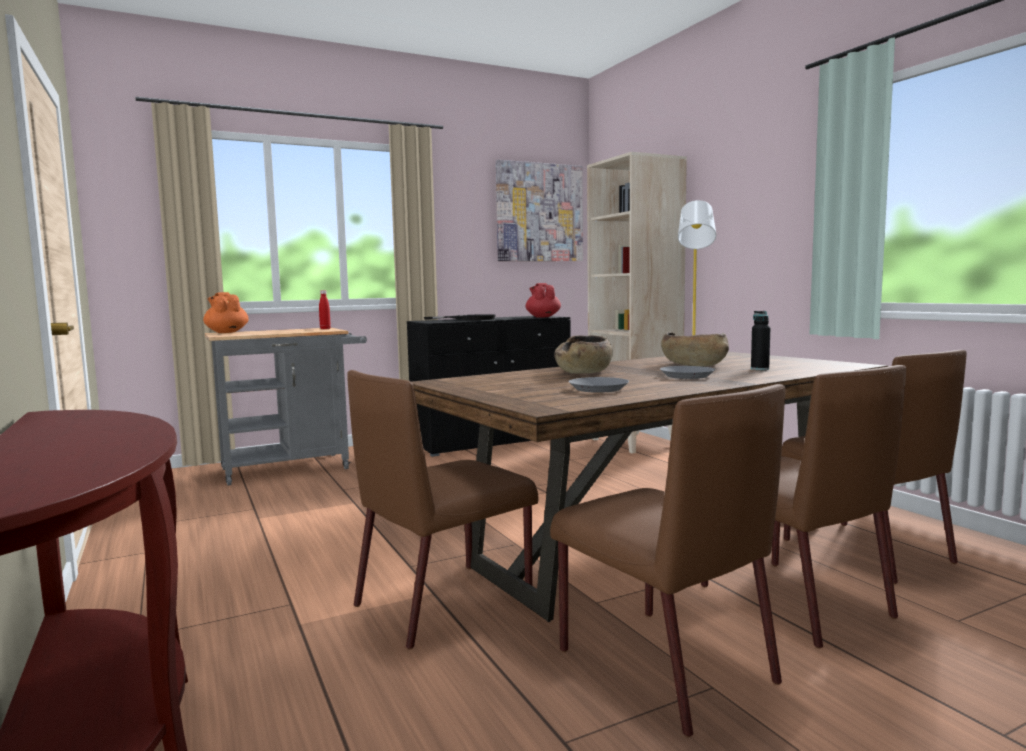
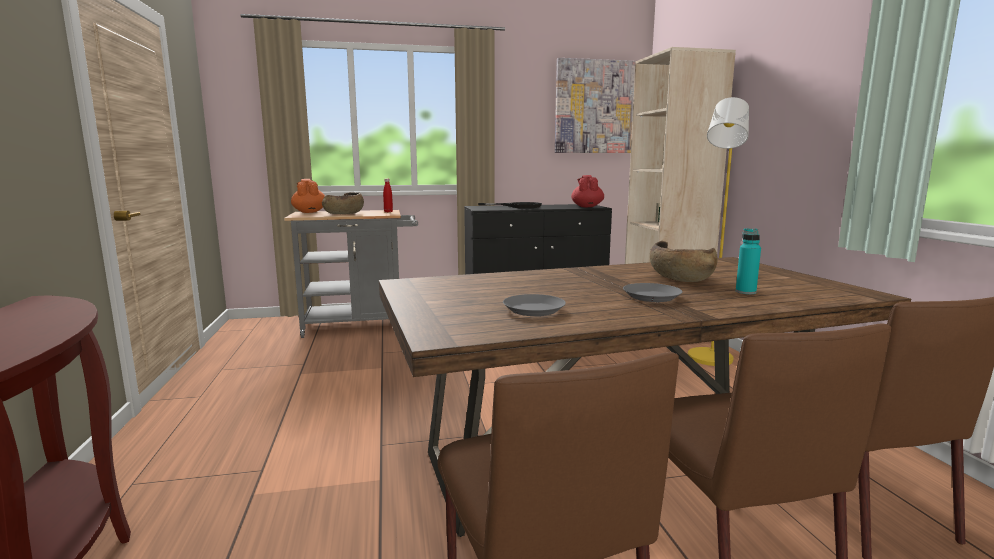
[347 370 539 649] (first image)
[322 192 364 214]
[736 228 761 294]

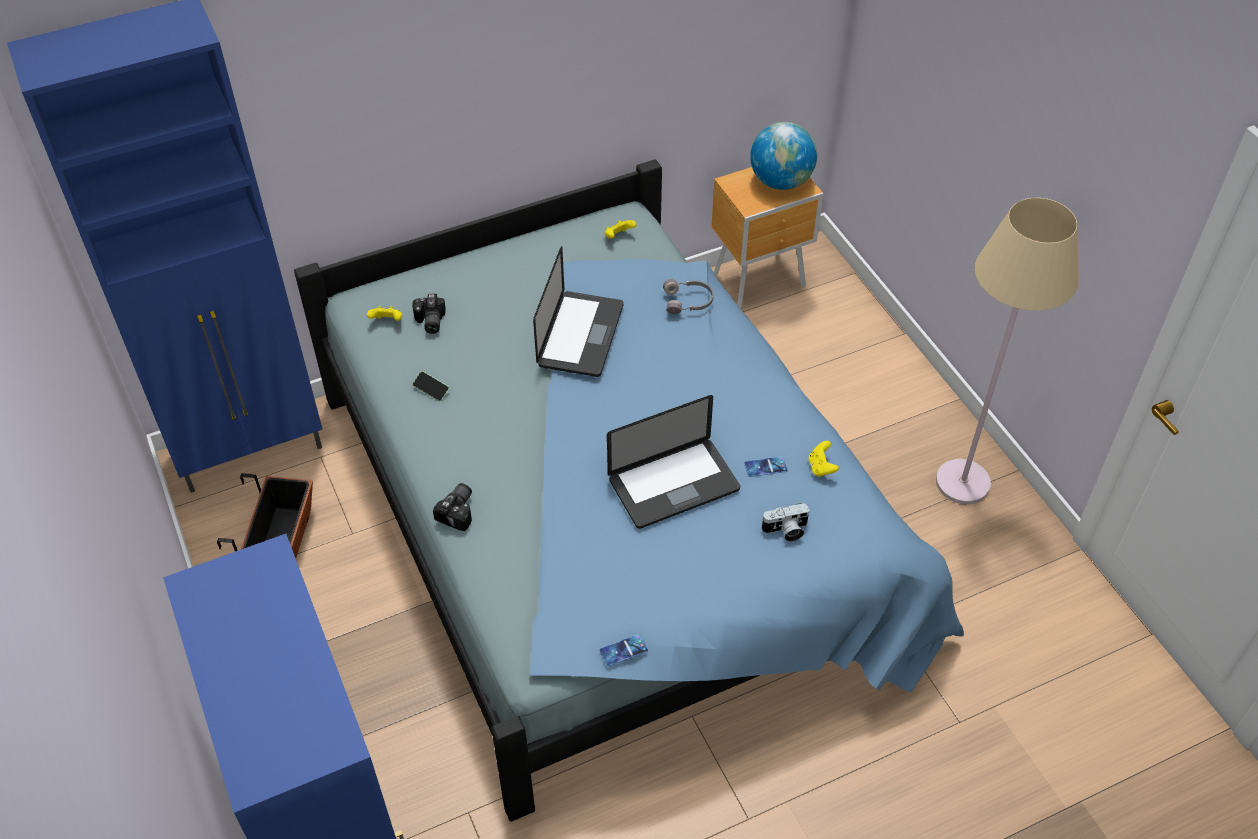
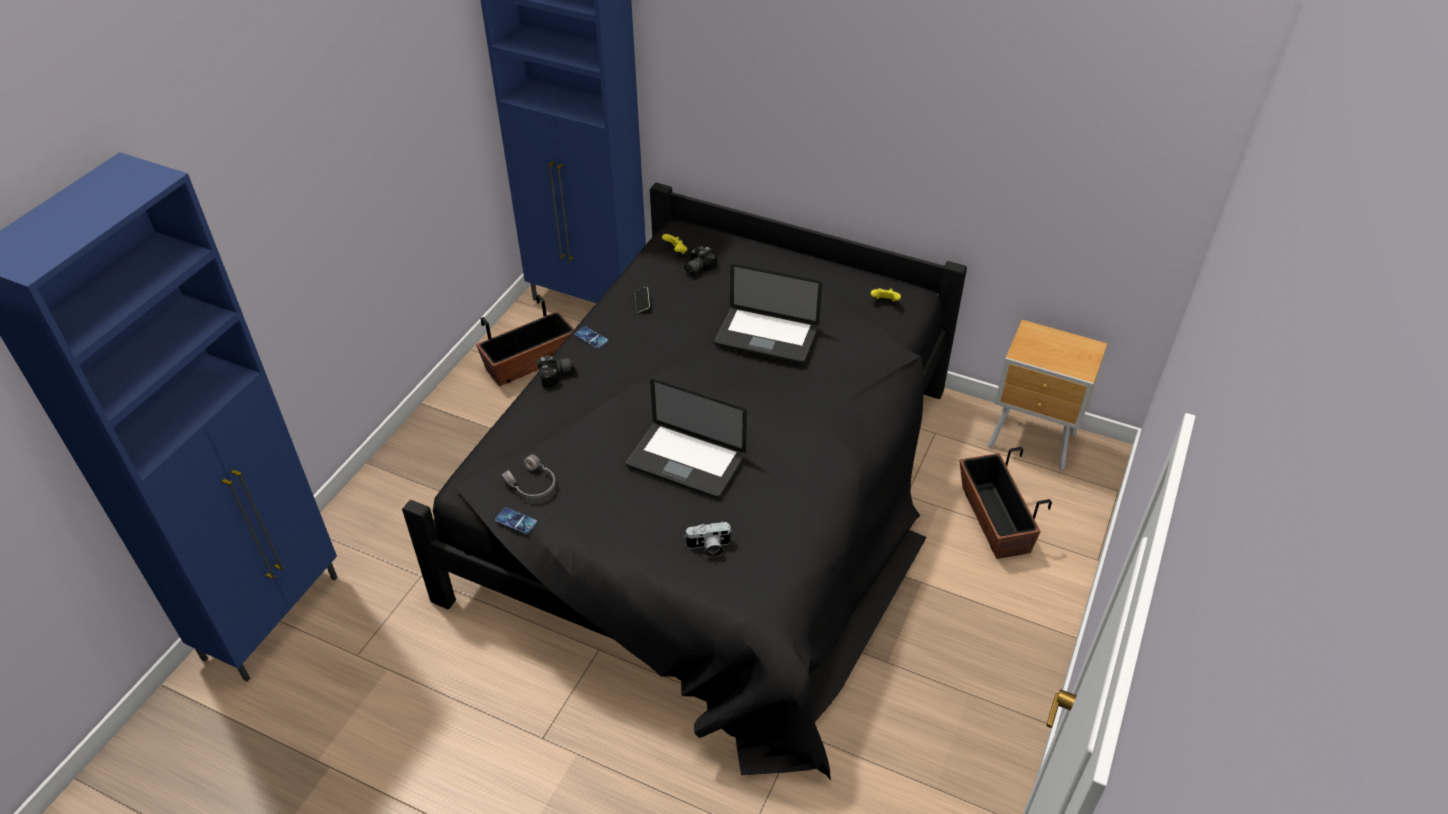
[402 183 967 780]
[714 264 822 364]
[502 454 556 499]
[575 326 608 349]
[750 122 817 190] (first image)
[684 522 732 557]
[809 441 839 477] (first image)
[936 198 1079 504] (first image)
[959 447 1052 559]

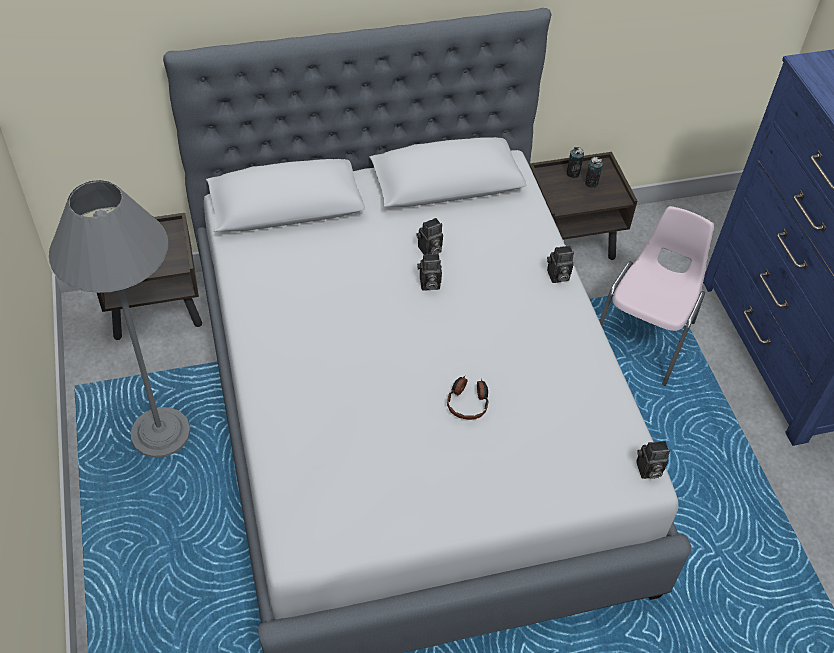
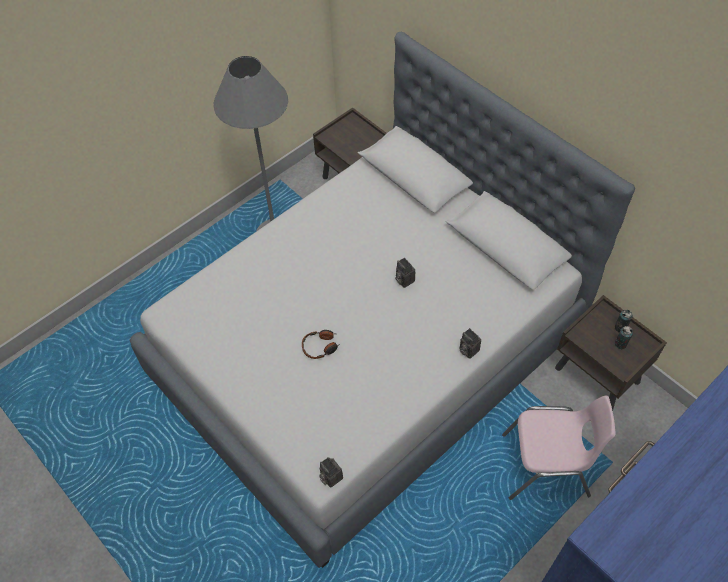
[416 218 443 255] (first image)

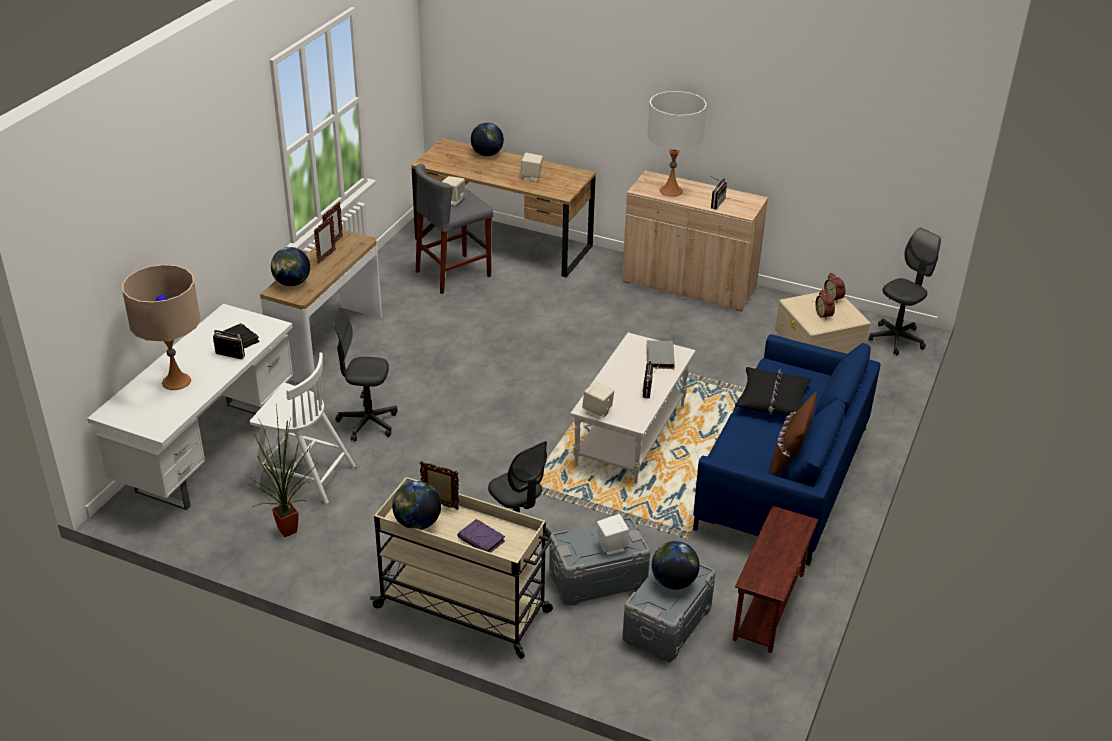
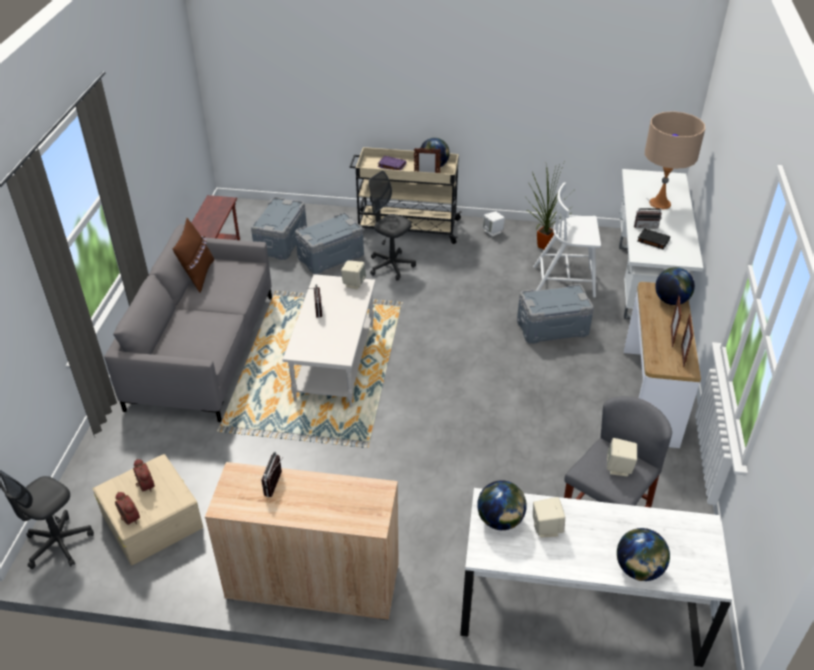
[517 284 594 344]
[460 488 733 667]
[482 211 505 237]
[646 340 675 369] (first image)
[647 91 707 197] (first image)
[477 480 527 530]
[104 224 272 422]
[735 367 812 415] (first image)

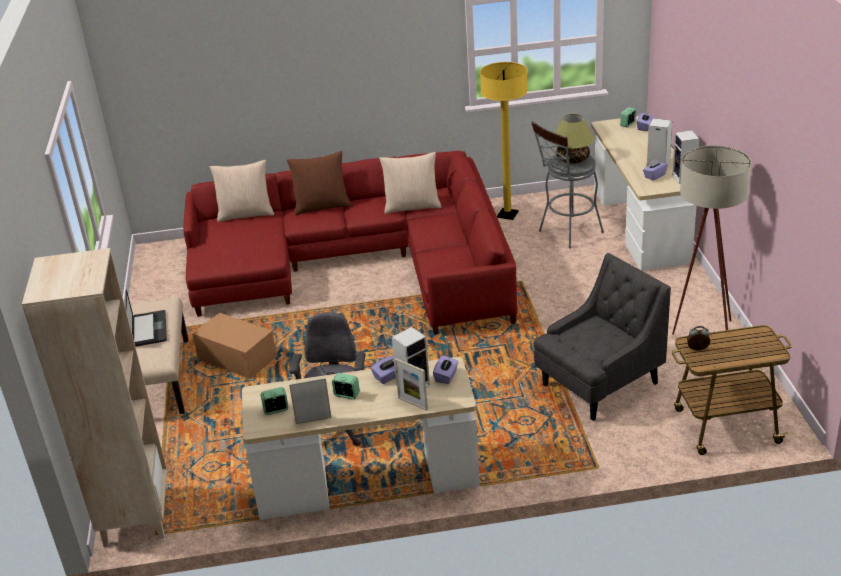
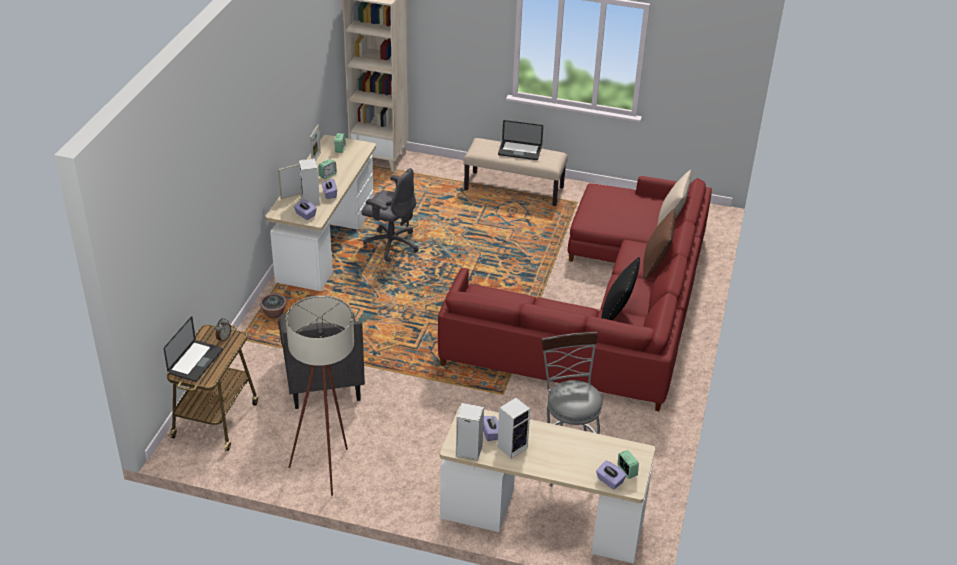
[192 313 277 379] (first image)
[601 257 640 320]
[480 62 528 220] (first image)
[555 114 594 163] (first image)
[164 316 223 382]
[260 293 287 318]

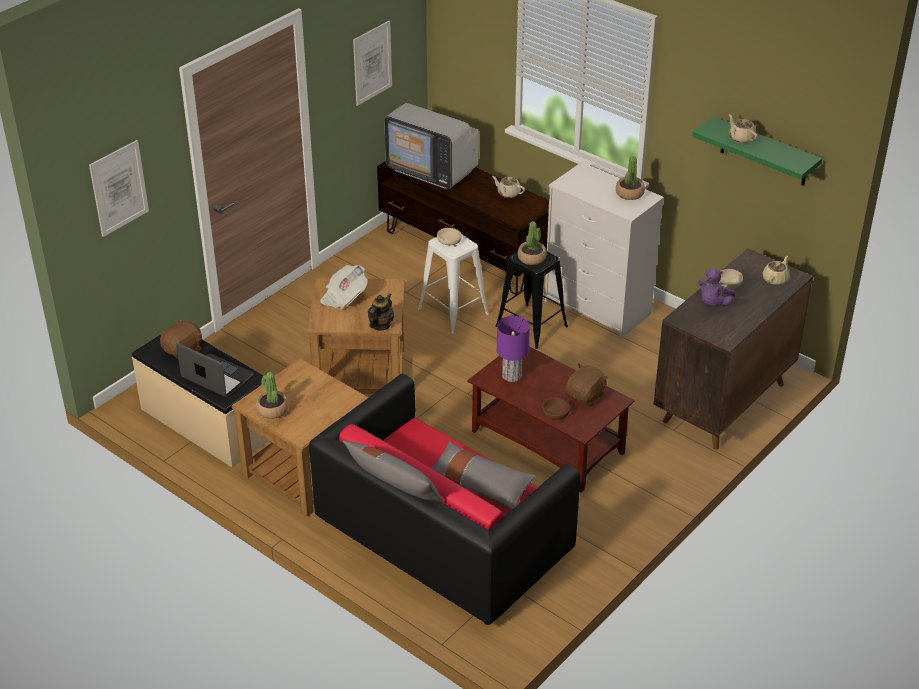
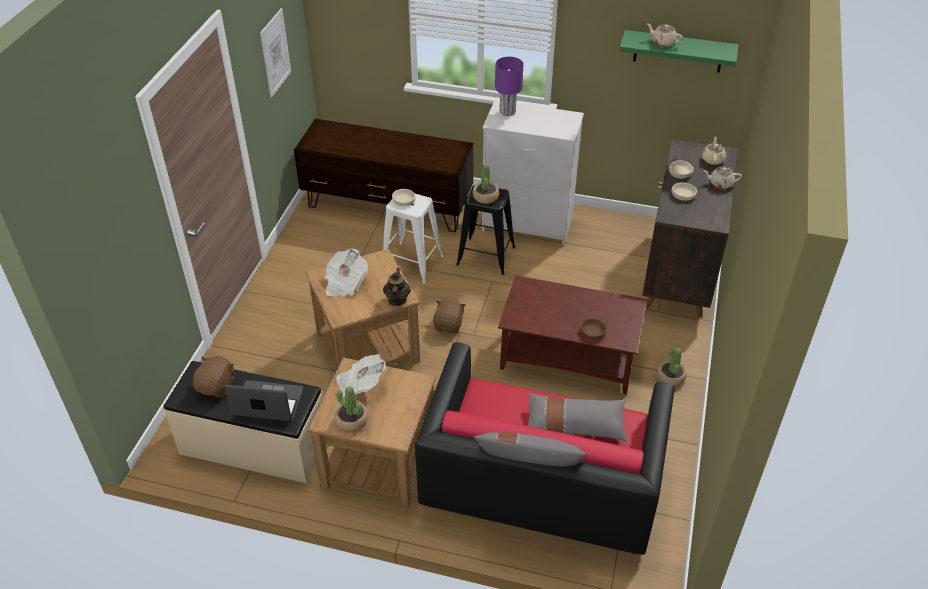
[89 140 149 237] (first image)
[384 103 479 189] (first image)
[703 167 742 189]
[495 57 524 116]
[433 299 466 333]
[658 348 687 387]
[672 183 697 201]
[336 354 386 397]

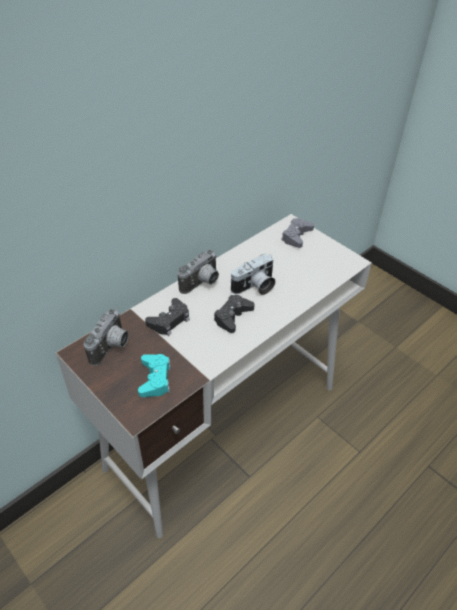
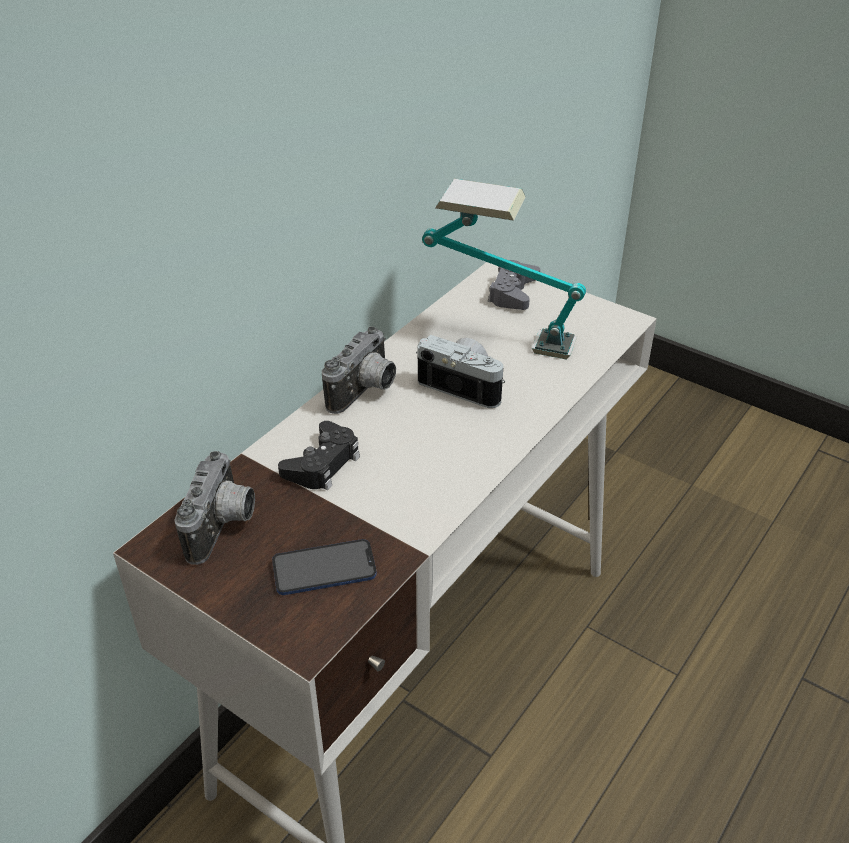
[272 539 377 595]
[214 295 255 333] (first image)
[416 335 505 408]
[422 179 586 360]

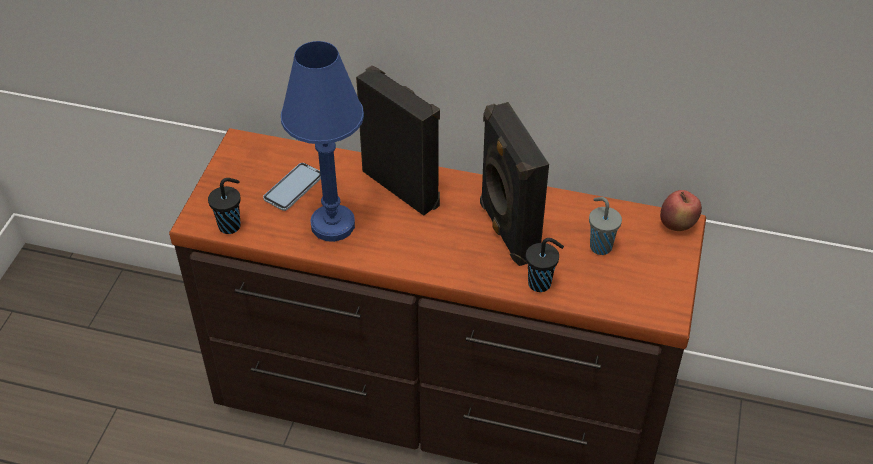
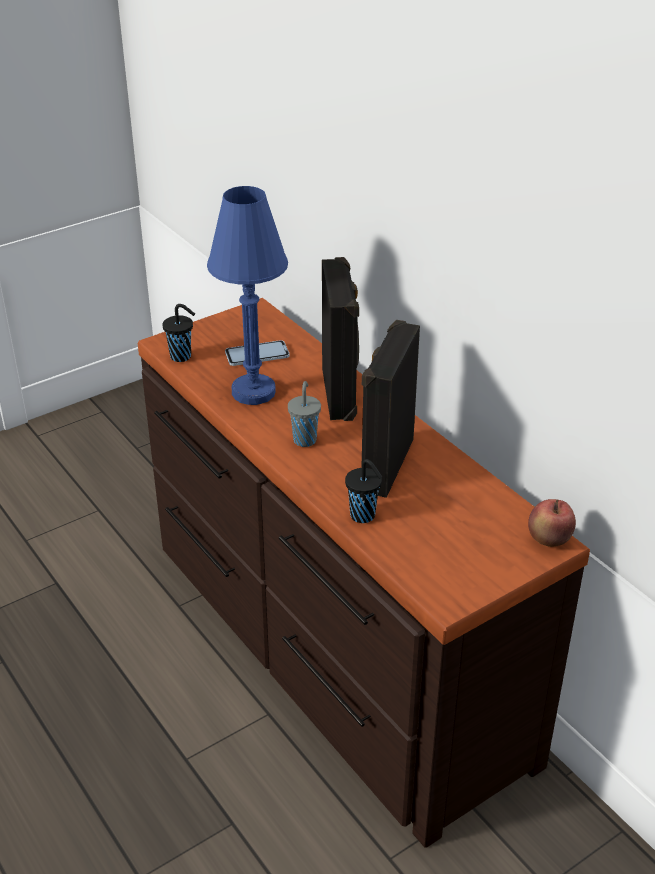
[288 381 321 447]

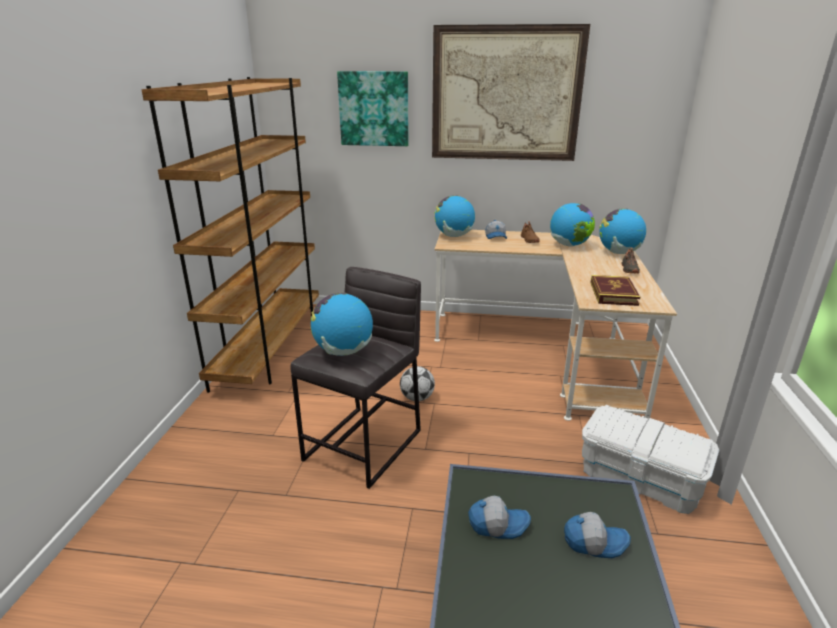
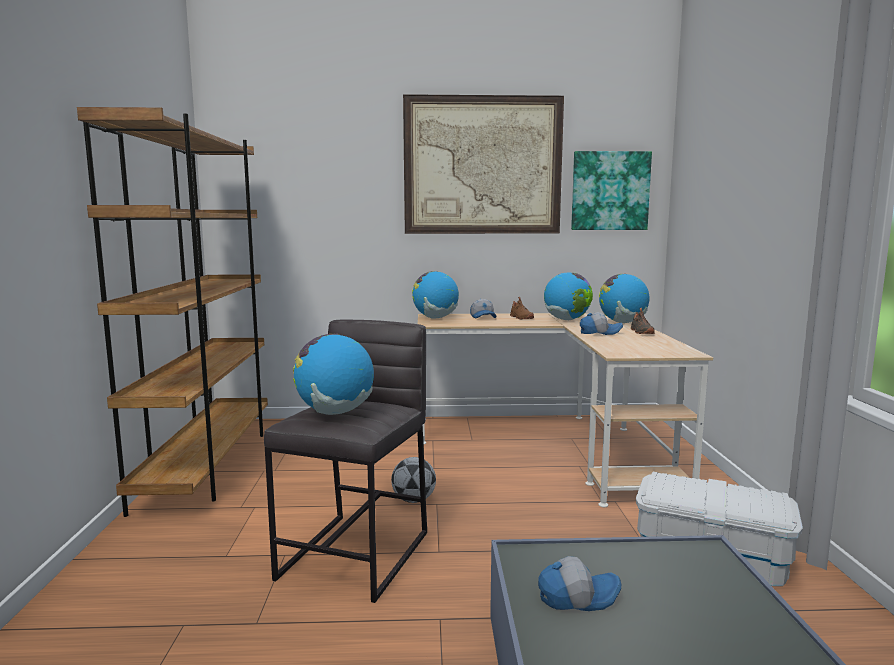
[571 151 652 230]
[580 312 623 335]
[590 275 640 306] (first image)

